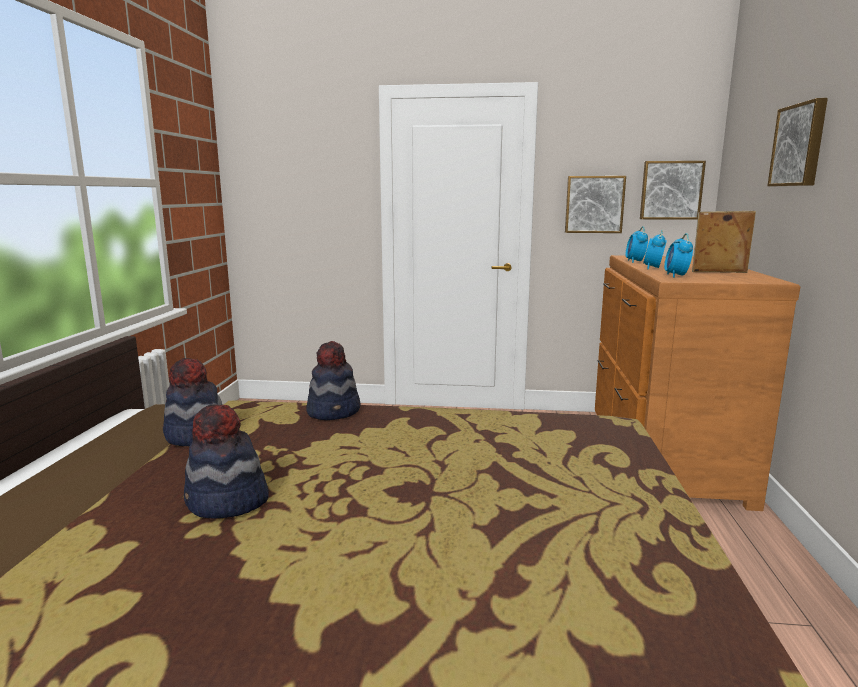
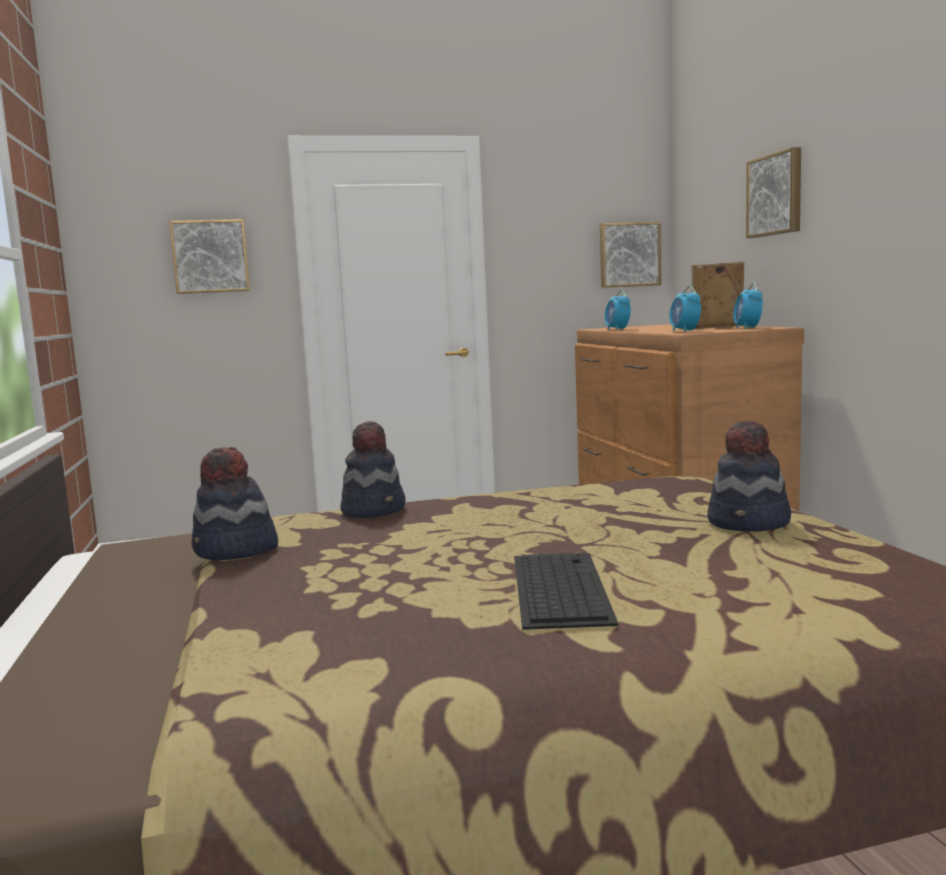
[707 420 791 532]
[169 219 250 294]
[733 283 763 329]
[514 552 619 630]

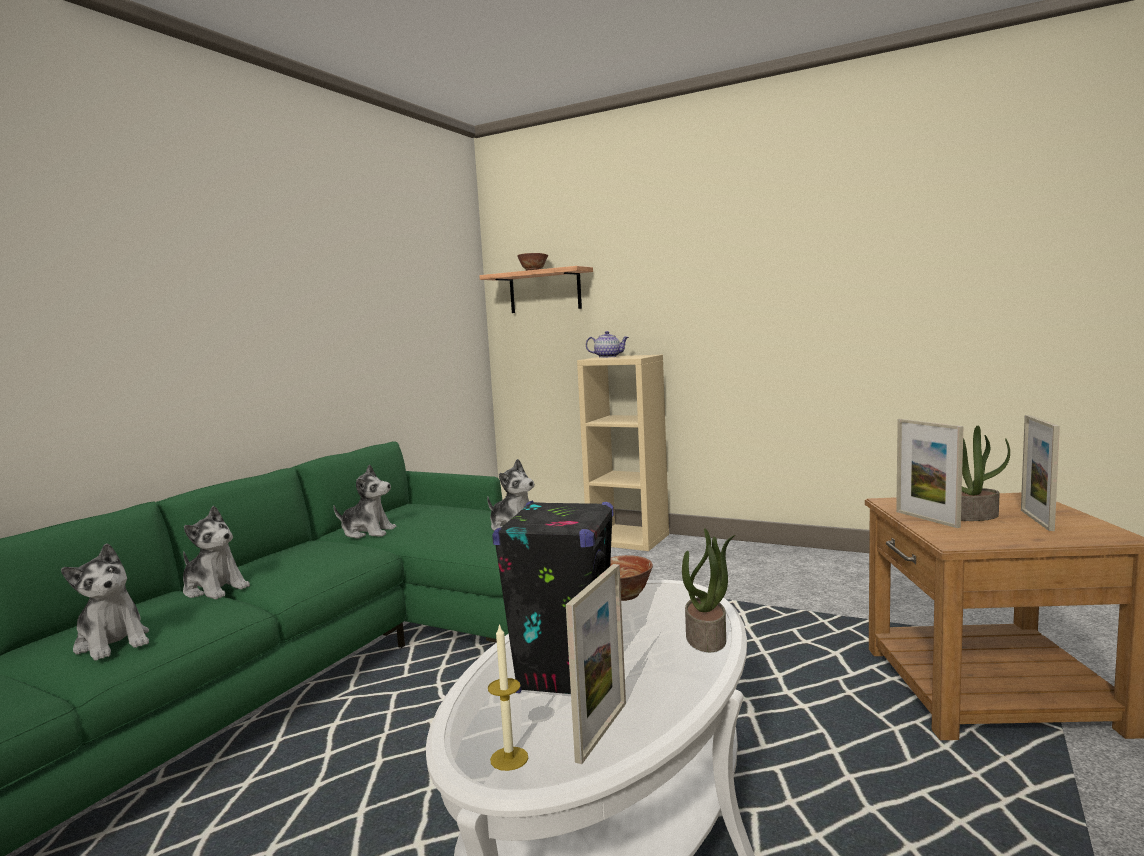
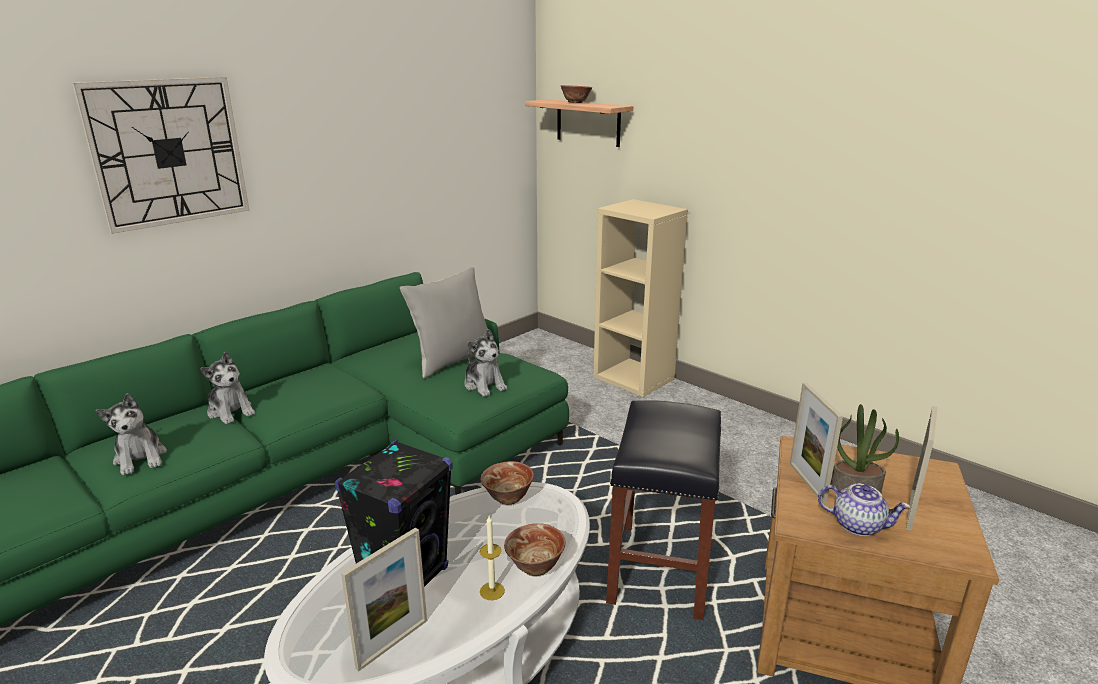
[333 464 396 538] (first image)
[480 516 505 600]
[818 484 911 536]
[504 523 565 576]
[72 77 250 234]
[400 267 488 379]
[606 400 721 620]

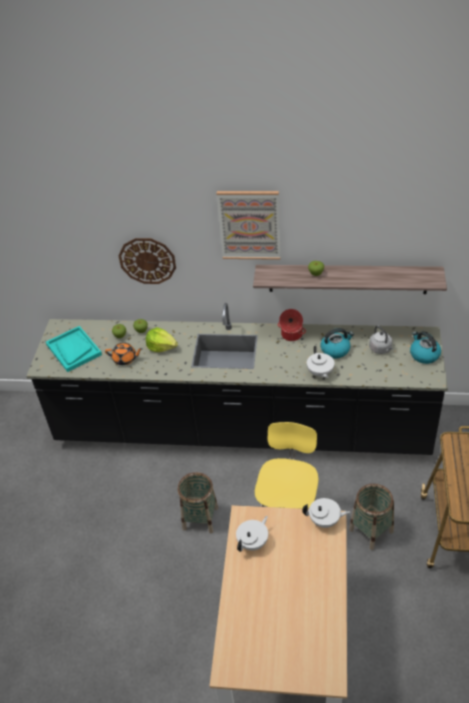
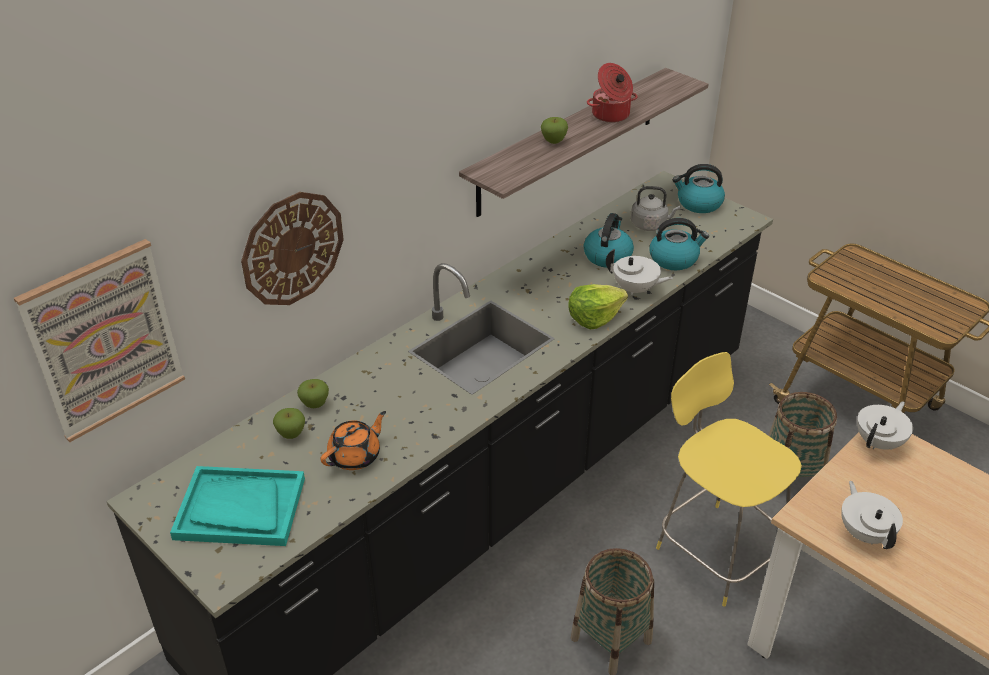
[568 284 628 330]
[14 239 185 442]
[587 63 637 123]
[650 218 709 270]

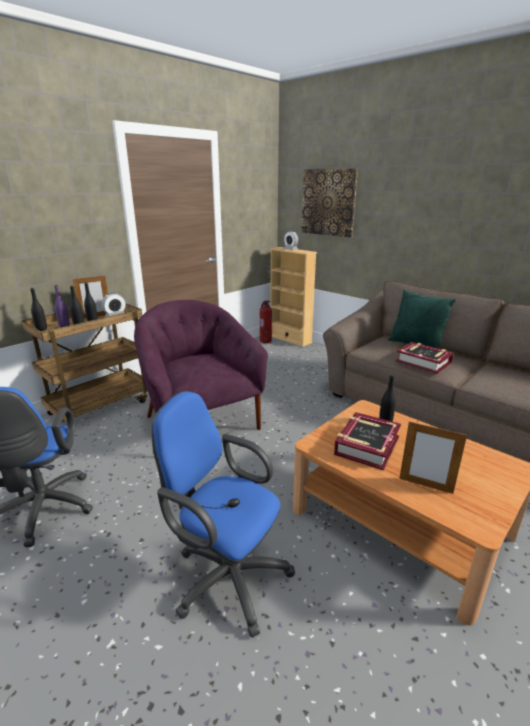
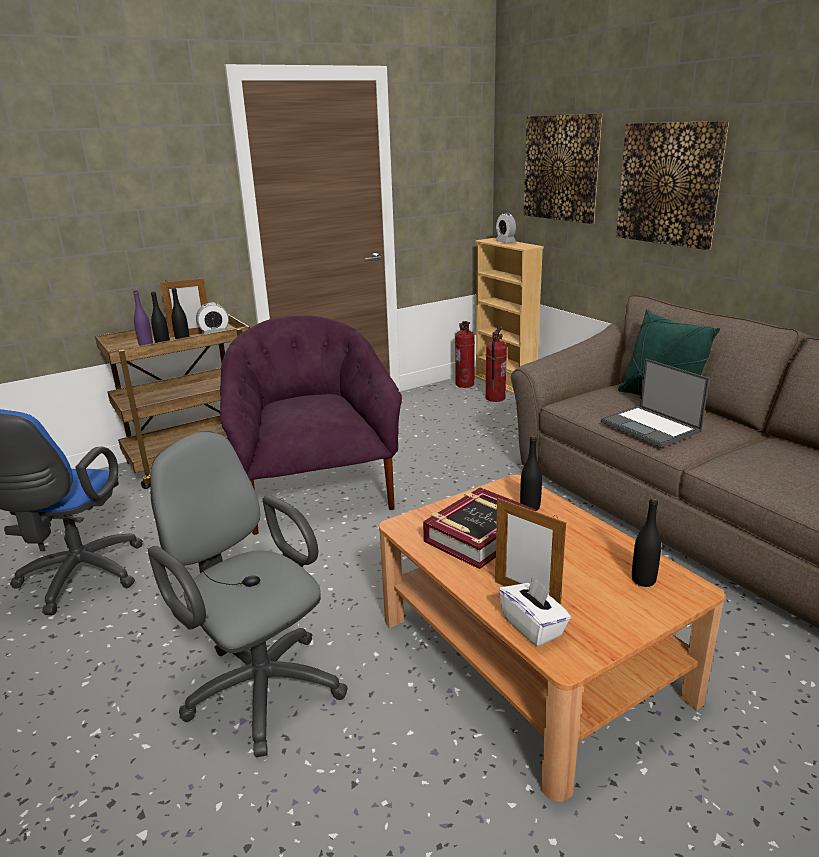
[632 497 661 587]
[148 431 348 757]
[601 358 710 447]
[486 327 507 402]
[498 576 571 647]
[616 121 729 250]

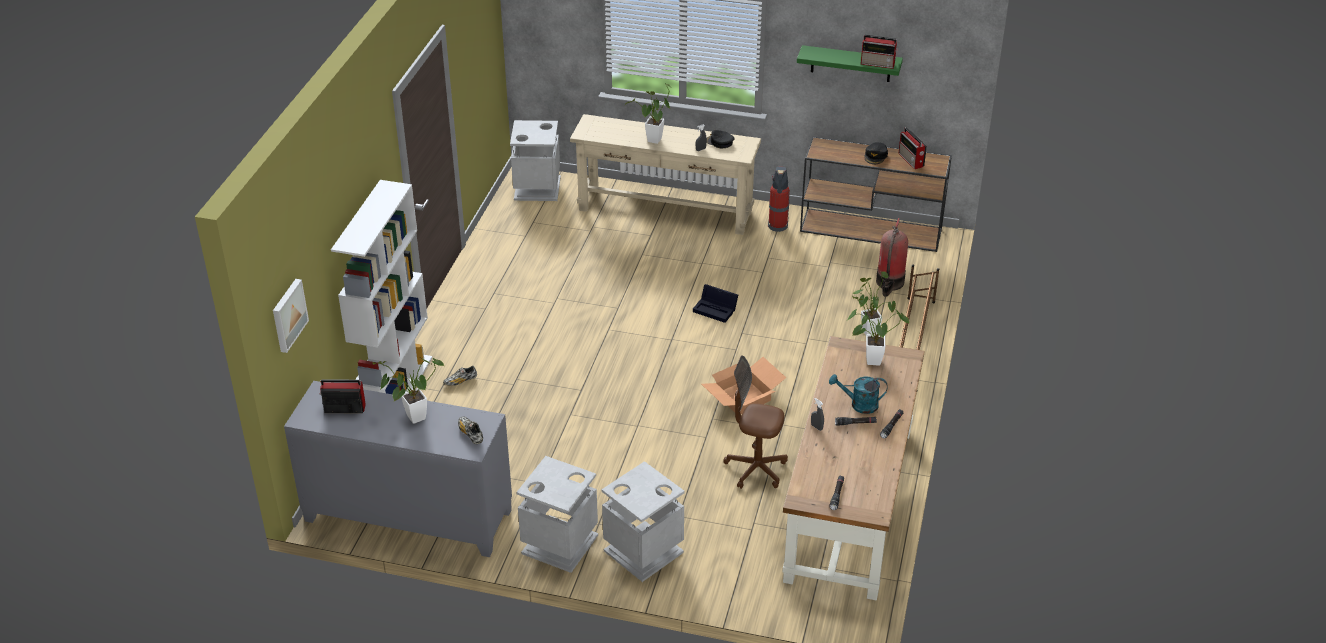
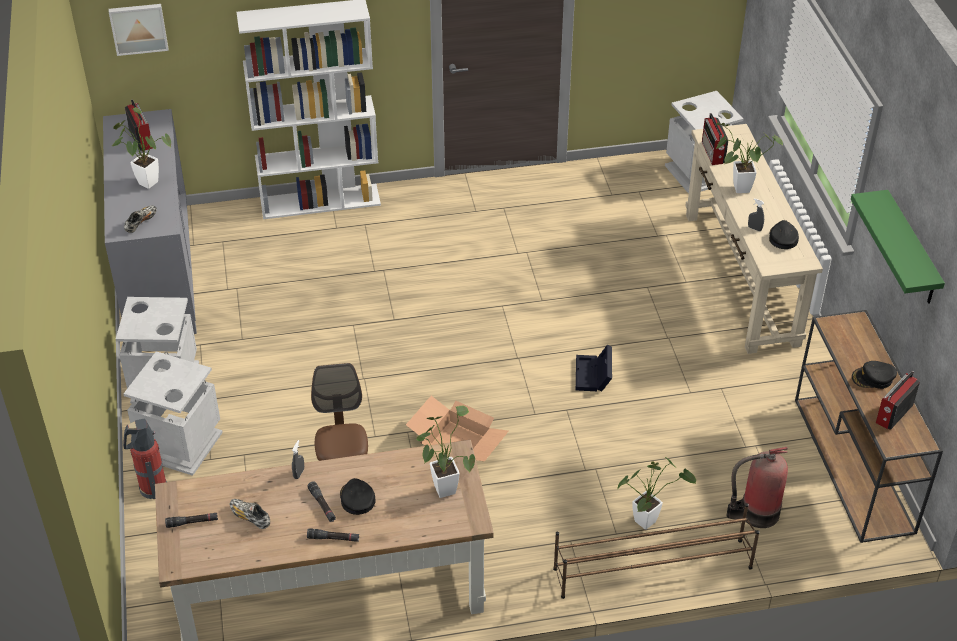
[230 499 270 529]
[123 419 167 499]
[340 478 375 515]
[702 113 728 165]

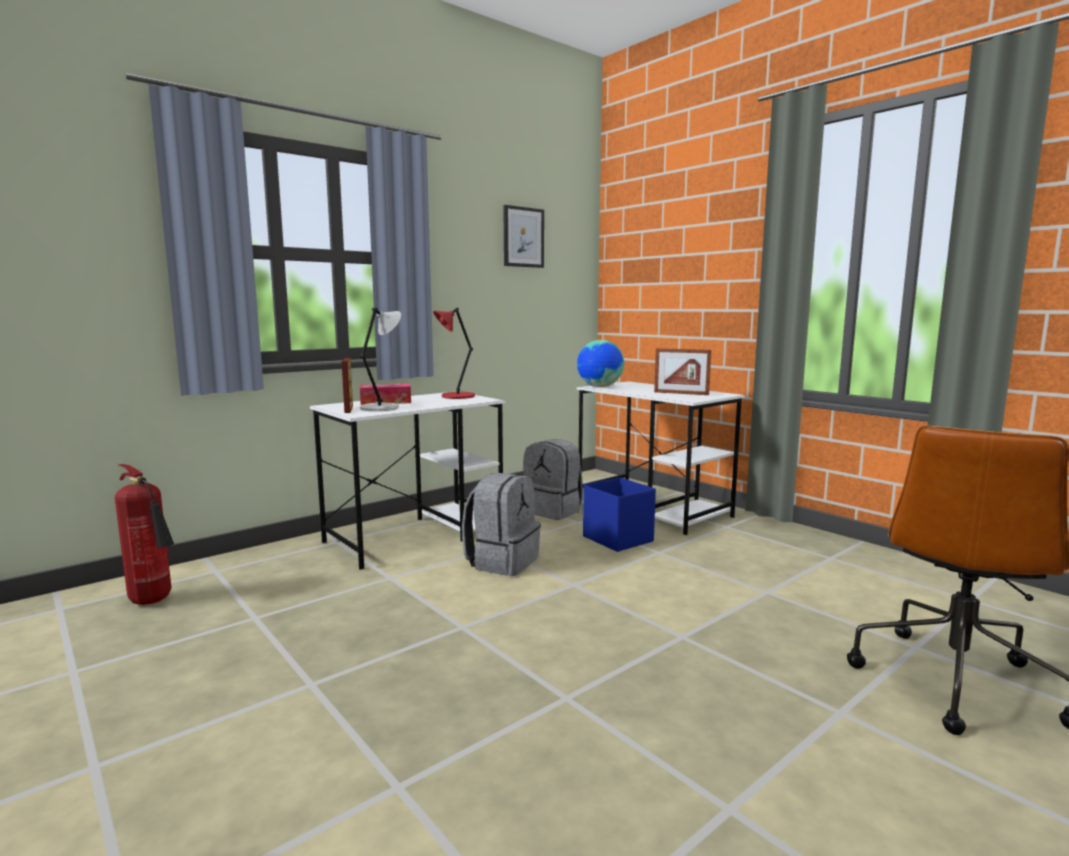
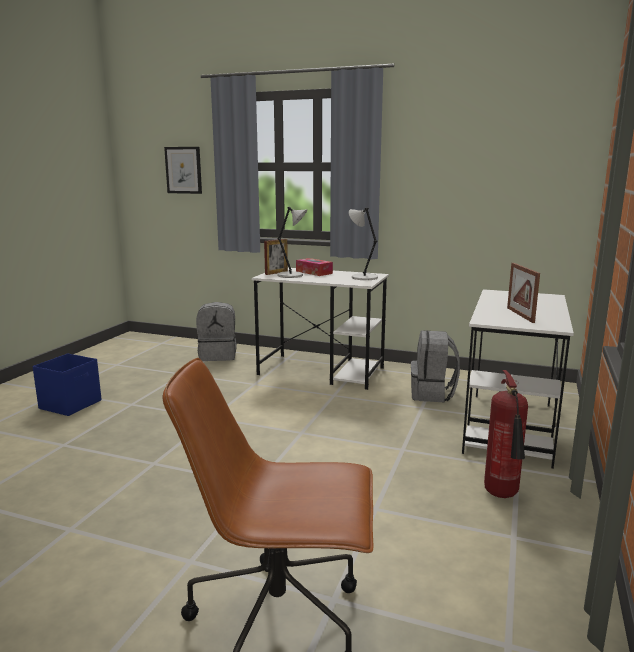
[484 370 528 498]
[349 208 378 280]
[196 302 237 361]
[164 147 202 194]
[577 340 624 387] (first image)
[33 353 101 416]

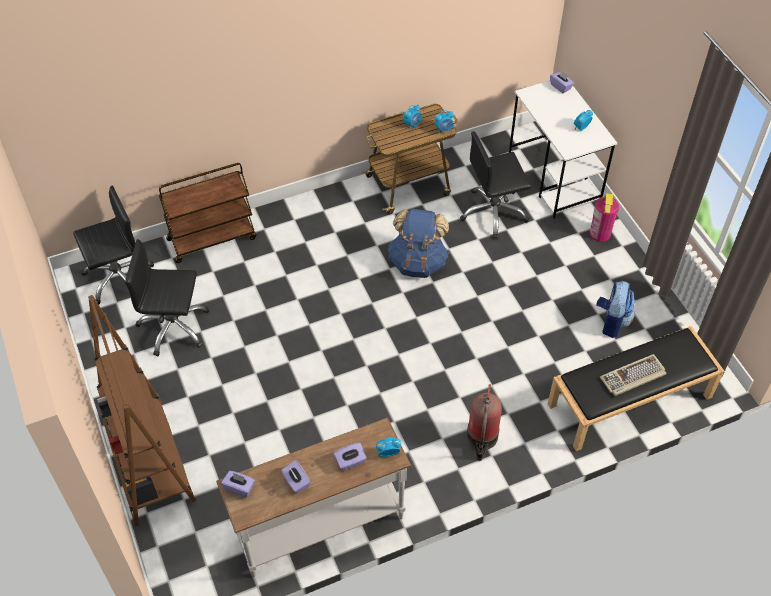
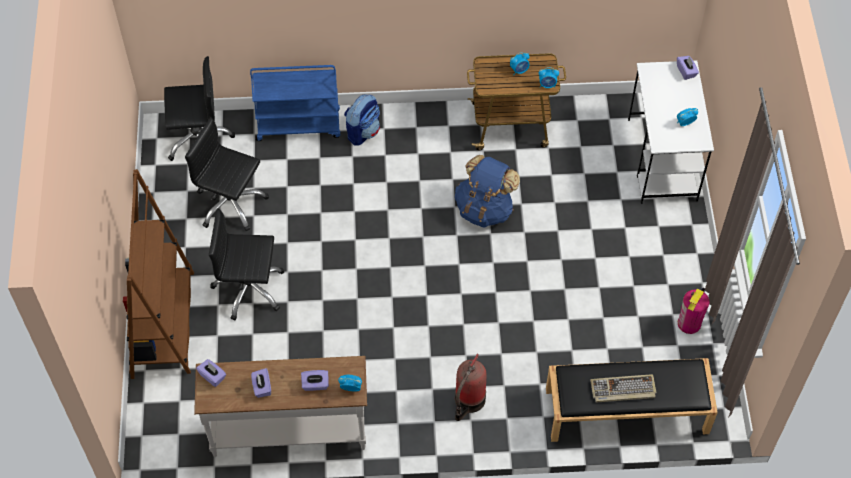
[250 65 340 141]
[209 208 285 320]
[678 288 709 334]
[344 94 380 146]

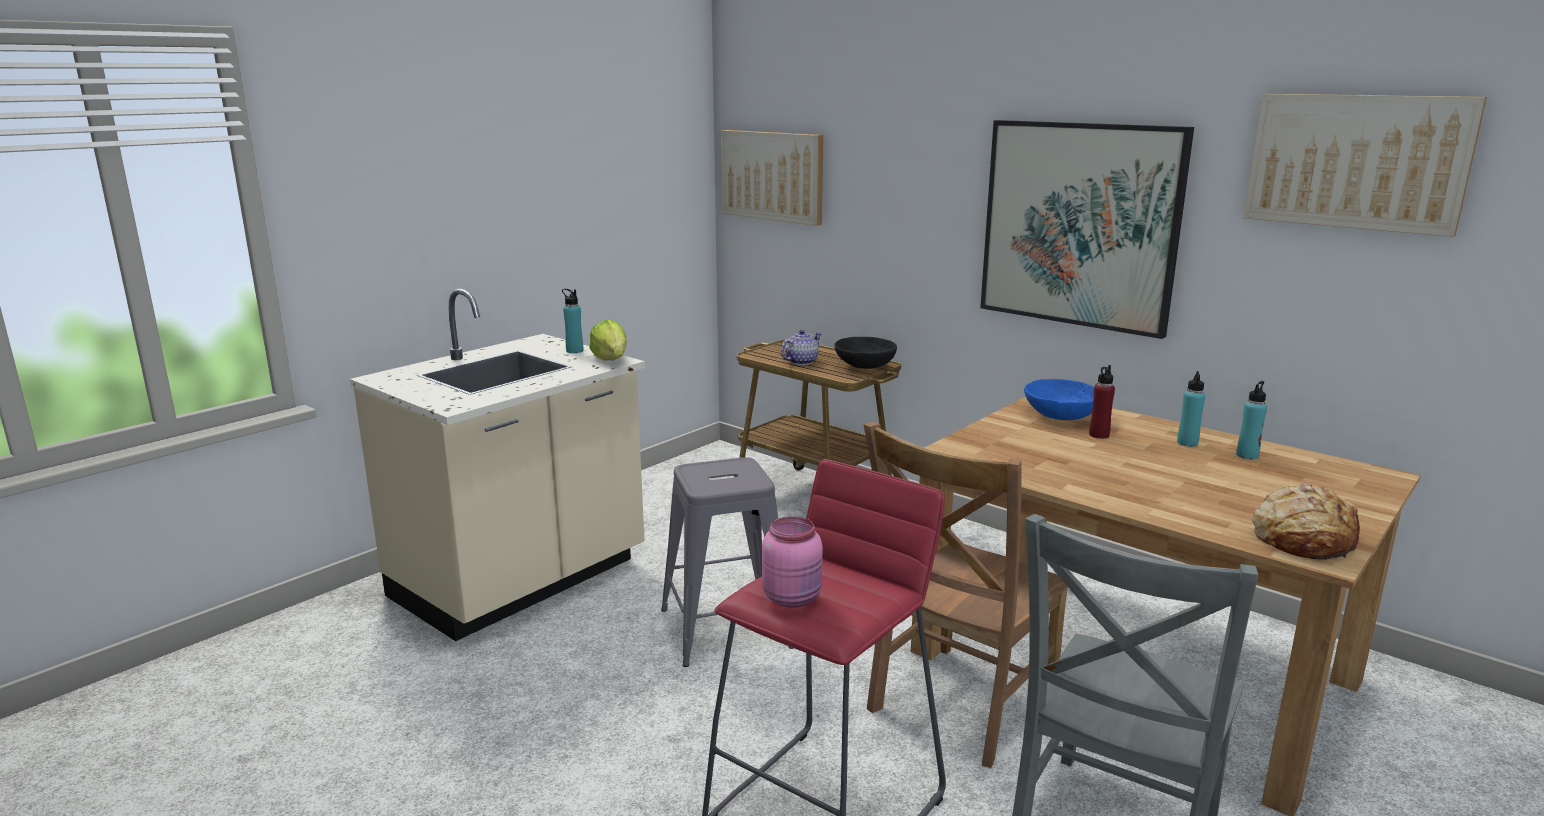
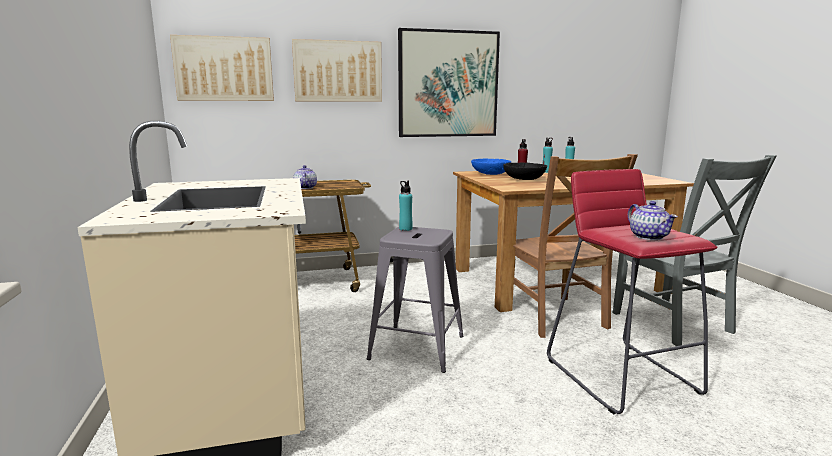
[399 180 413 231]
[589 319 627 361] (first image)
[628 201 678 240]
[503 162 547 180]
[292 39 382 102]
[1252 483 1360 560] (first image)

